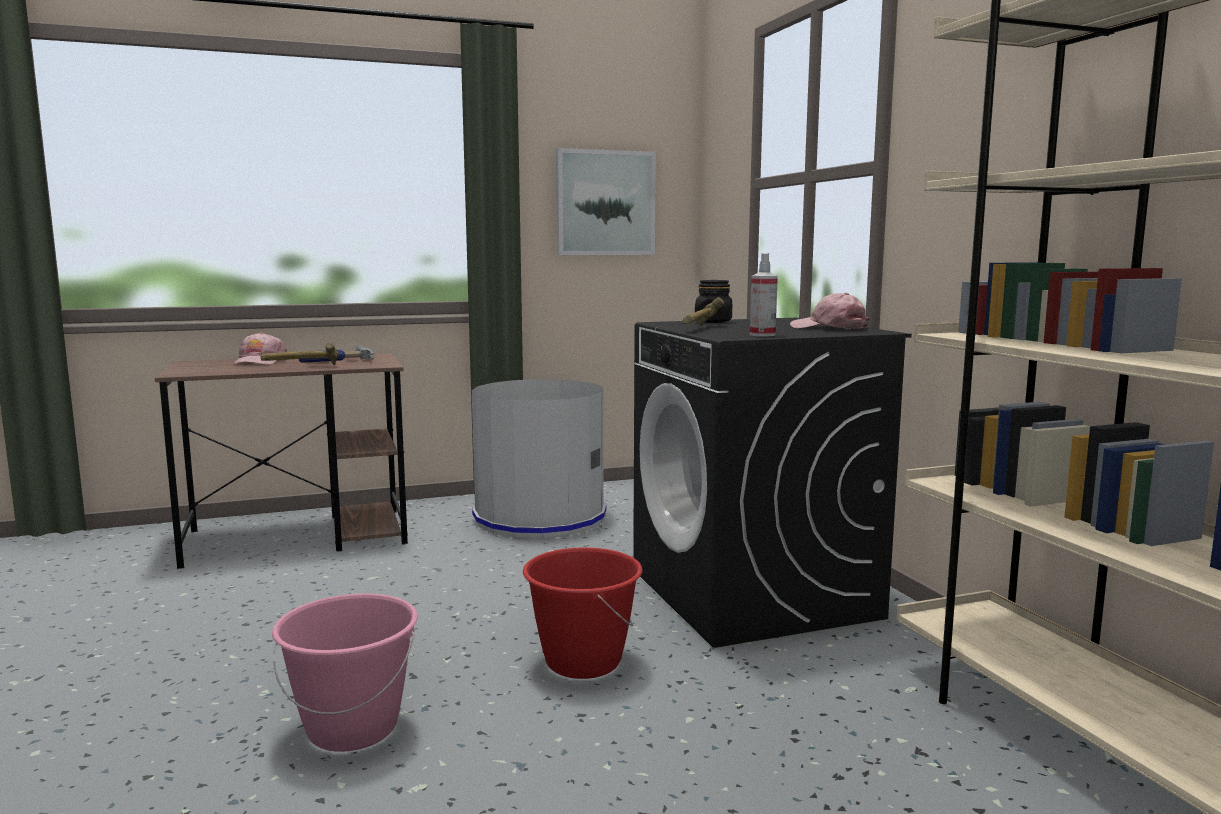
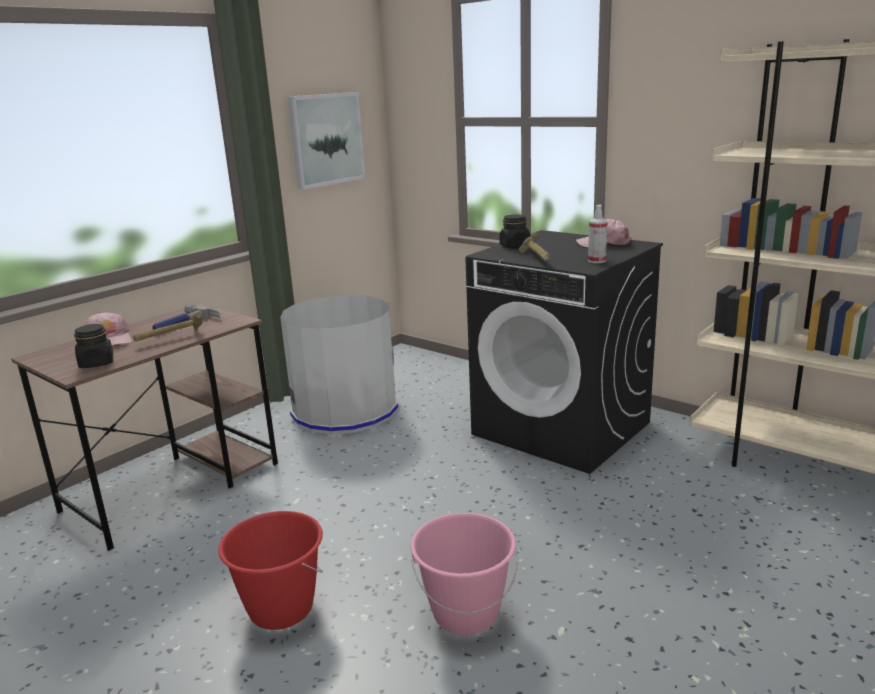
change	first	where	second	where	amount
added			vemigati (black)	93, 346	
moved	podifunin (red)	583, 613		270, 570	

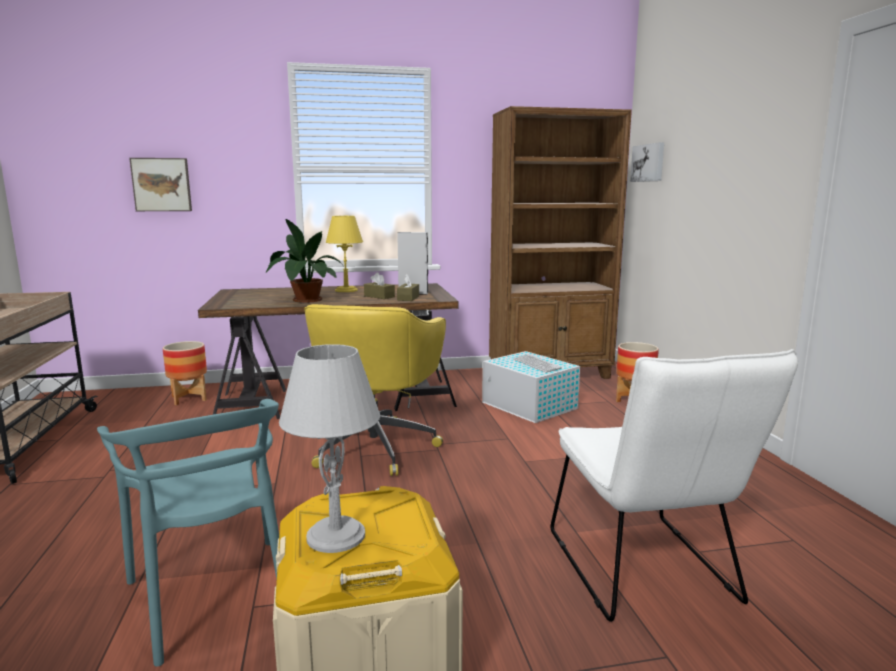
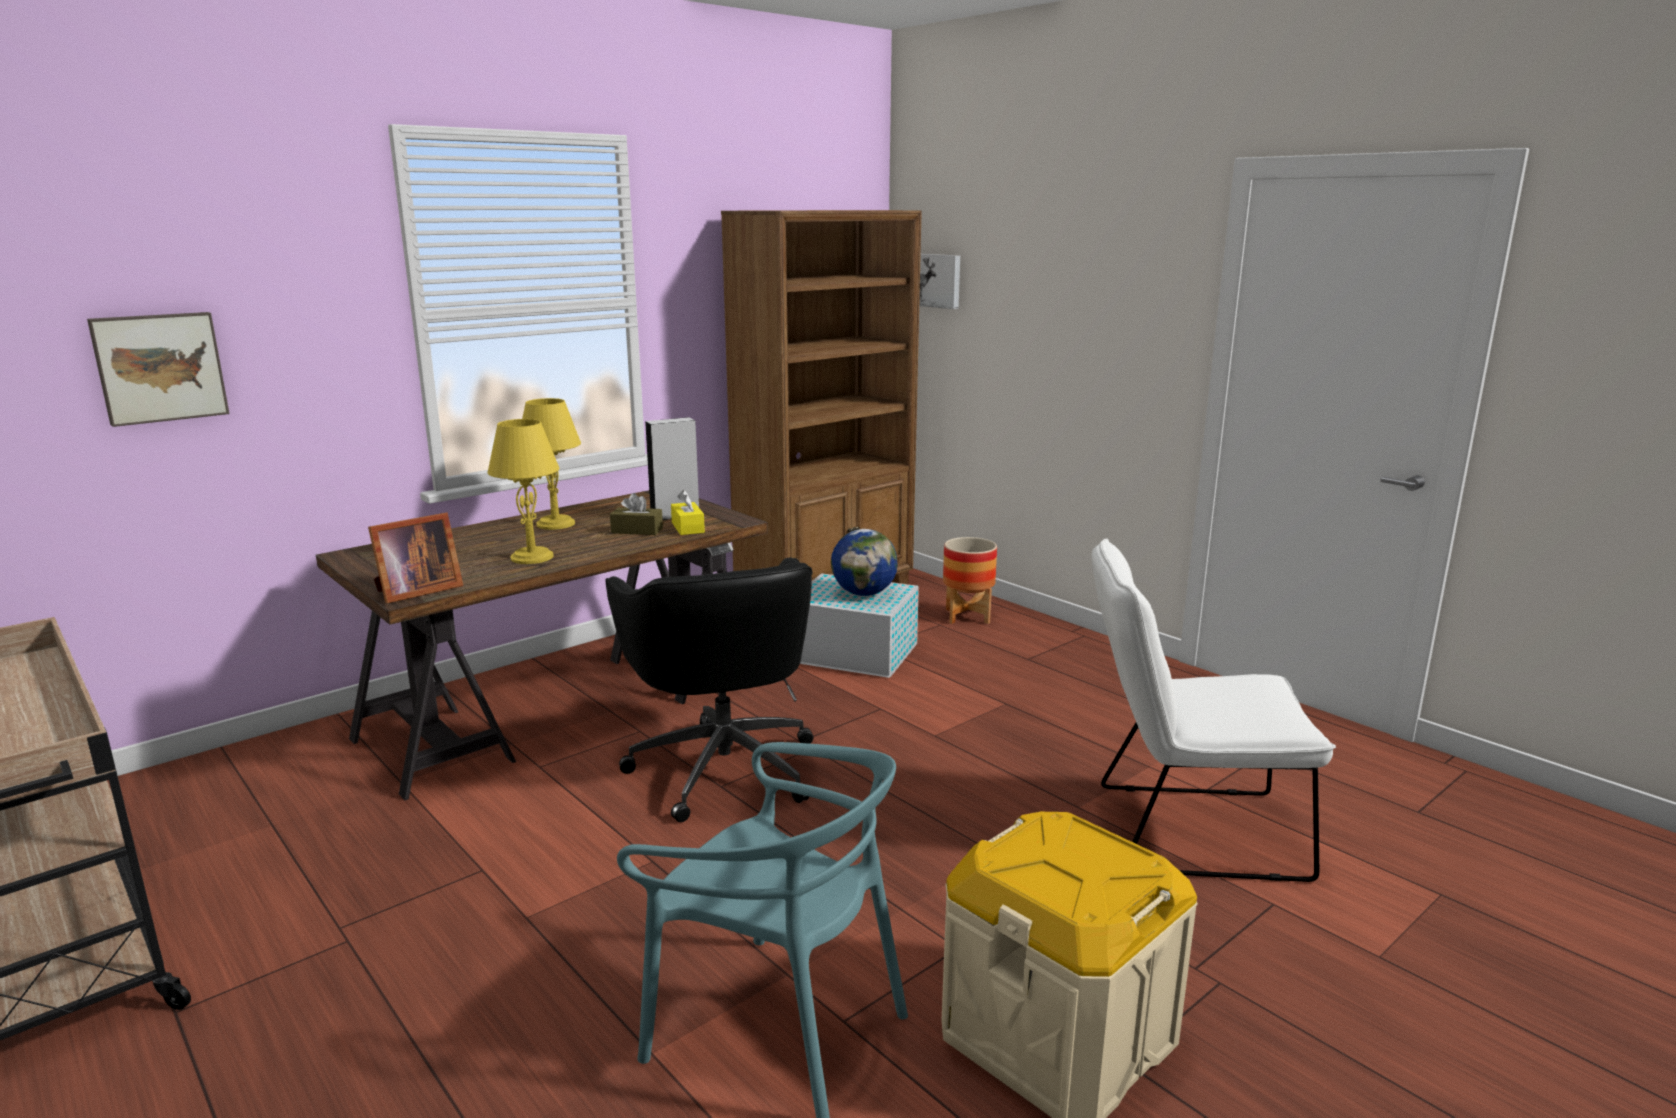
change	first	where	second	where	amount
added			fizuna	415, 558	
replaced	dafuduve	305, 261	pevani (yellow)	523, 491	
recoloured	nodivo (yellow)	375, 390	nodivo (black)	710, 690	
recoloured	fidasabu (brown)	408, 287	fidasabu (yellow)	688, 512	
replaced	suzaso	538, 363	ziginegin	864, 562	
turned	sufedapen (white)	674, 485		1213, 710	135 degrees clockwise
removed	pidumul	185, 373			
removed	pevani (grey)	329, 448			

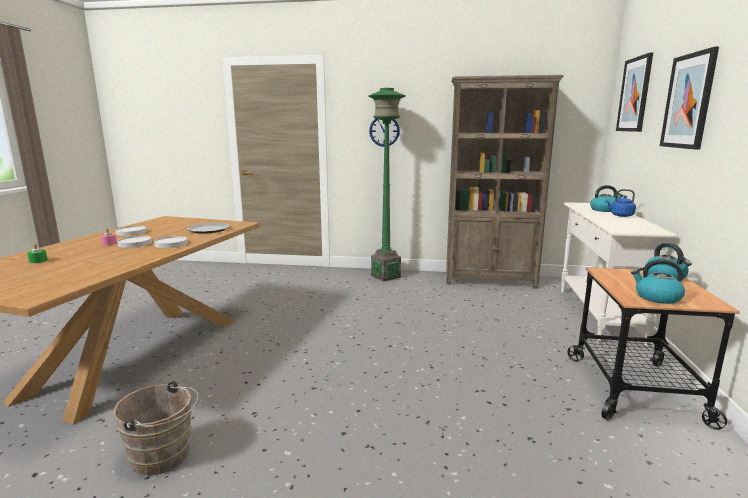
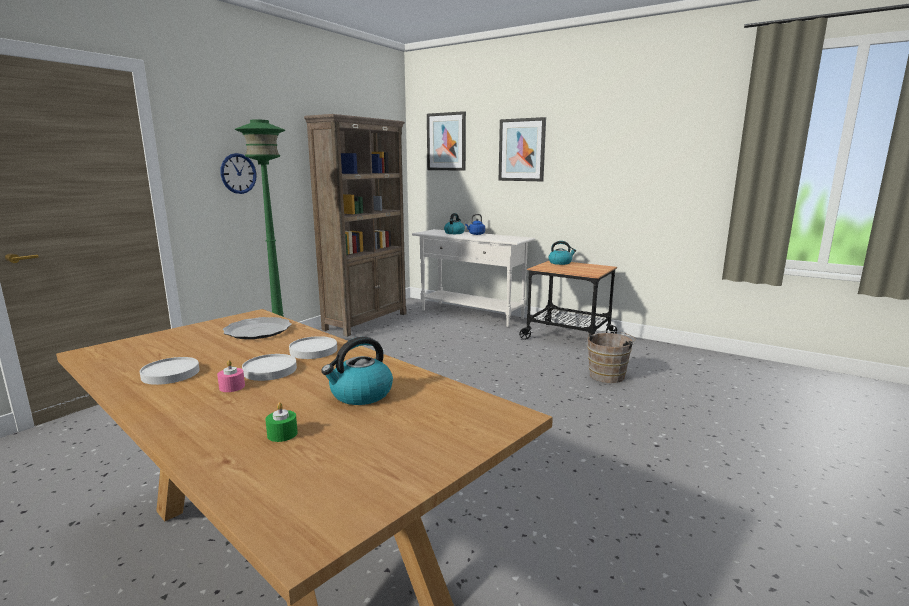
change	first	where	second	where	amount
moved	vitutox	658, 281		357, 371	
moved	podifunin (brown)	156, 428		611, 357	

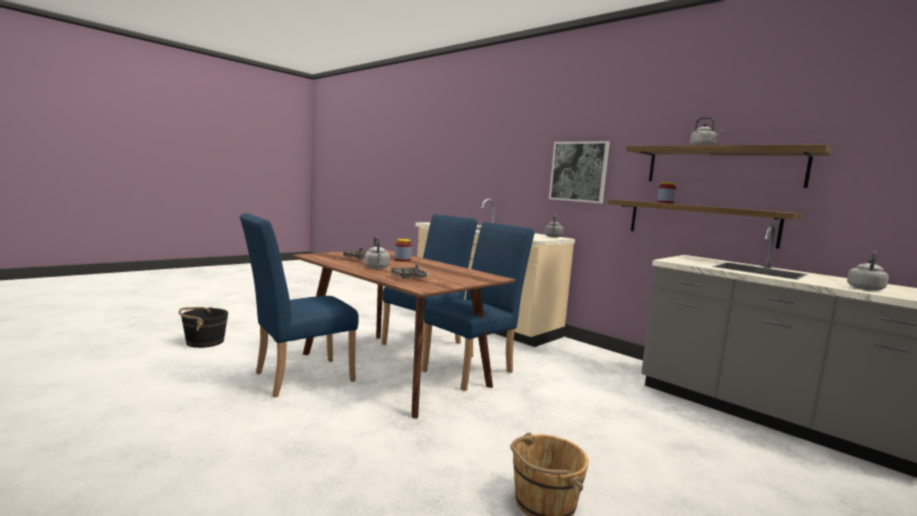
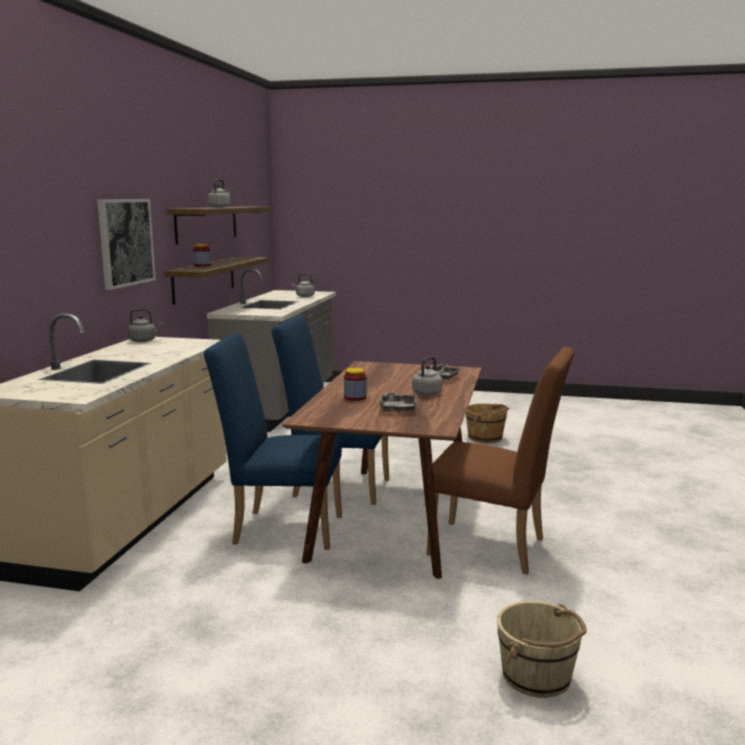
change	first	where	second	where	amount
recoloured	sufedapen (blue)	299, 305	sufedapen (brown)	500, 461	
recoloured	podifunin (black)	203, 327	podifunin (beige)	542, 649	

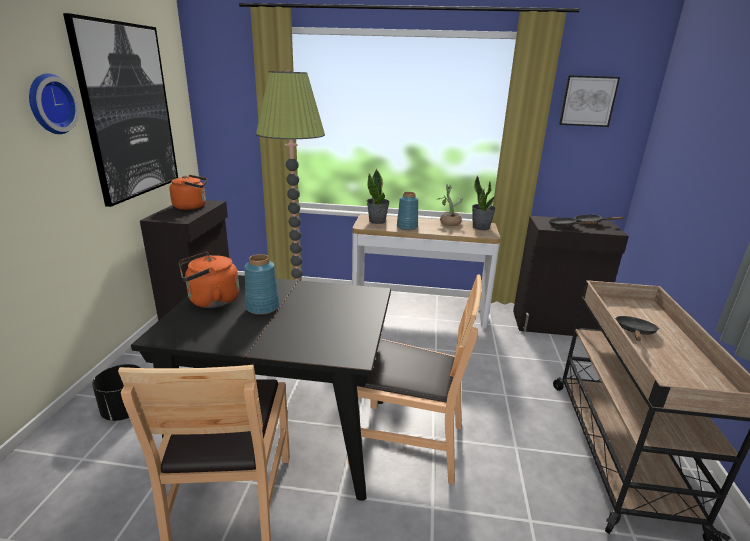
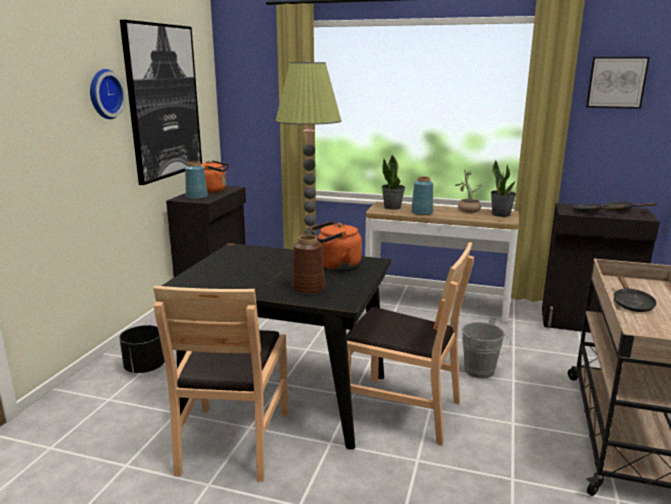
change	first	where	second	where	amount
moved	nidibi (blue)	262, 284		196, 180	
added			nidibi (brown)	308, 264	
moved	vitutox (orange)	209, 280		336, 245	
added			podifunin (grey)	486, 349	
turned	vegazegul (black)	637, 328		635, 293	150 degrees clockwise

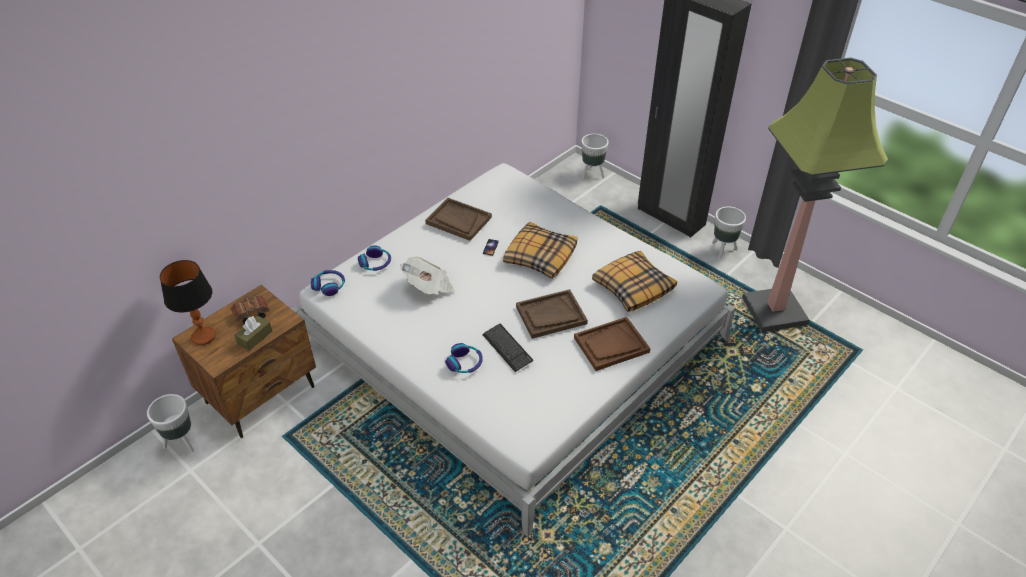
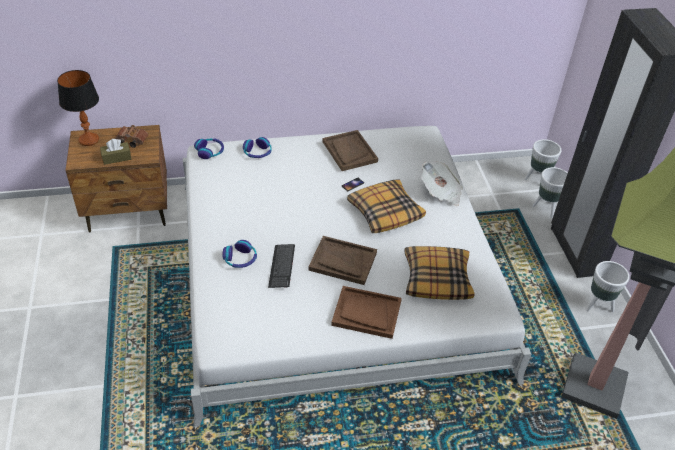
change	first	where	second	where	amount
moved	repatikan	427, 276		442, 183	
moved	pidumul (white)	170, 423		550, 192	

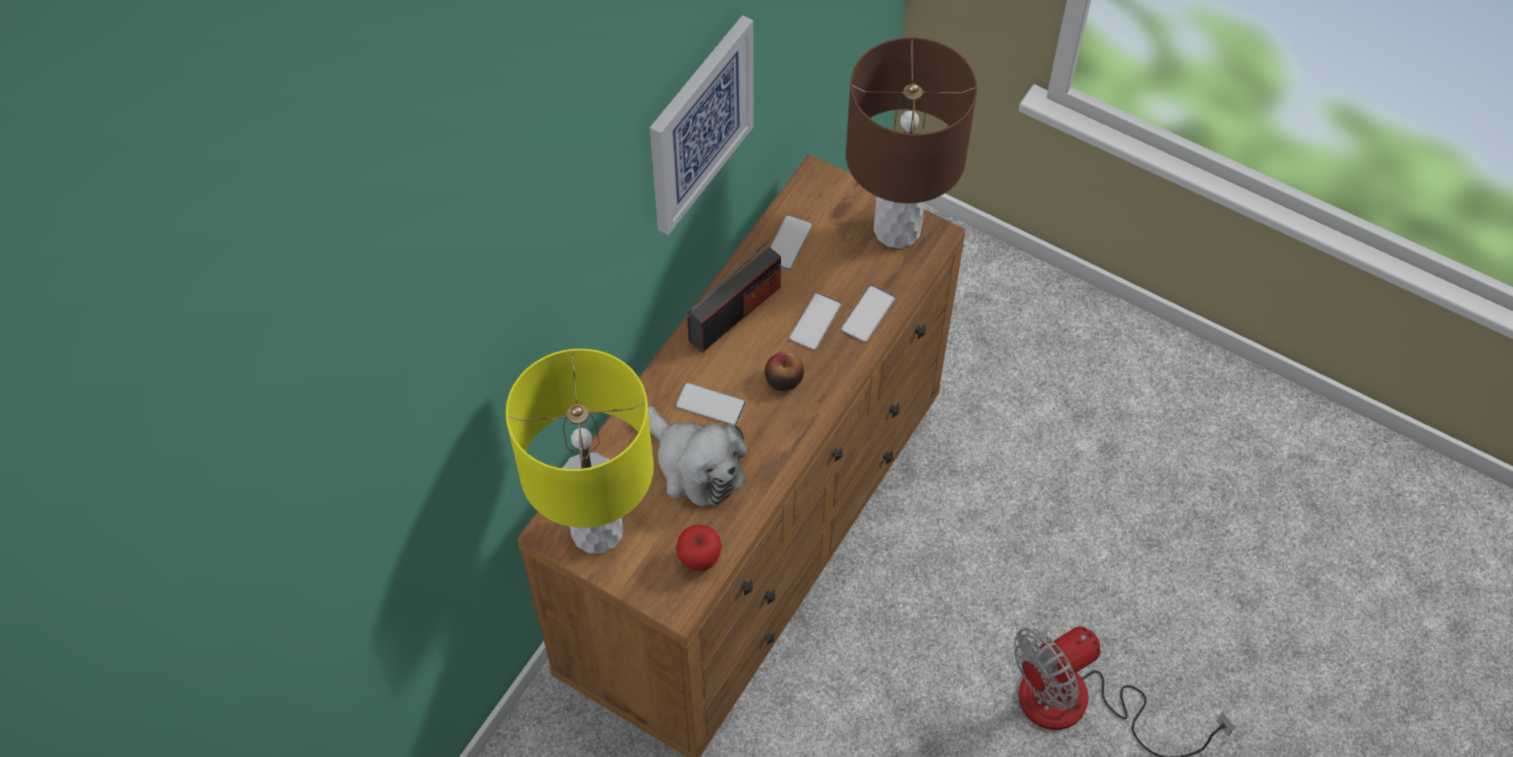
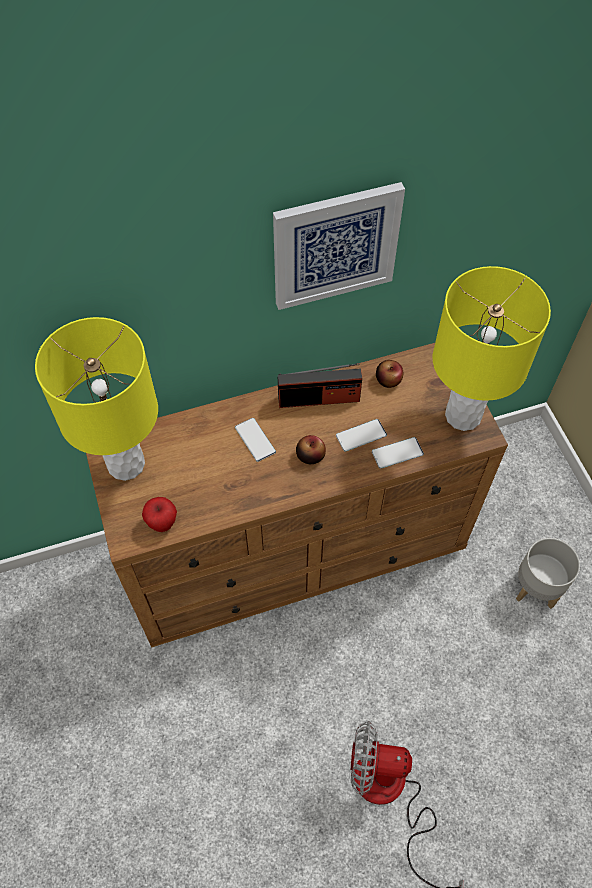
change	first	where	second	where	amount
replaced	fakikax	791, 242	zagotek	389, 374	
recoloured	pevani (brown)	911, 143	pevani (yellow)	492, 348	
added			pidumul (grey)	548, 573	
removed	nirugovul	698, 456			

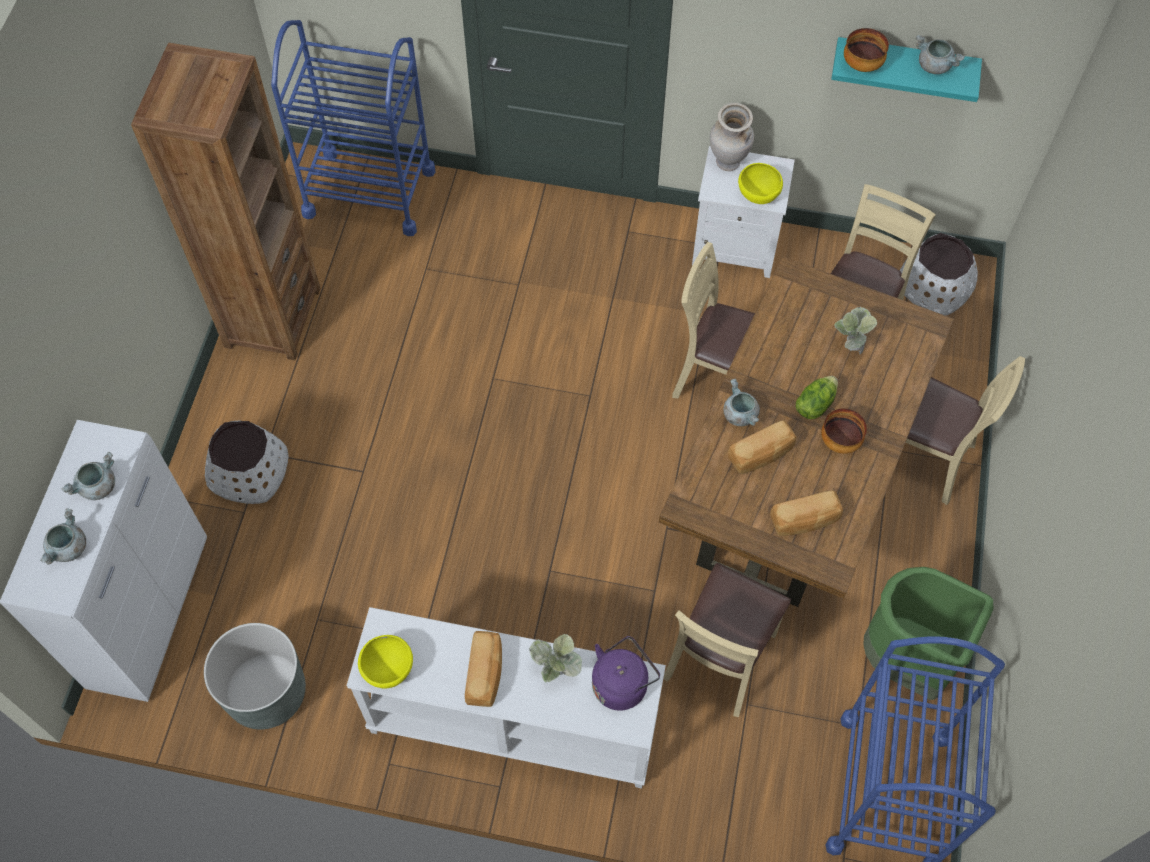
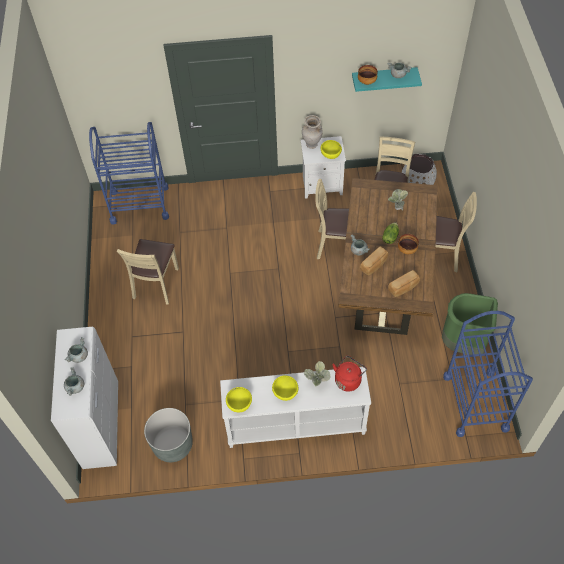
change	first	where	second	where	amount
moved	sufedapen (beige)	727, 640		148, 272	
replaced	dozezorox	483, 669	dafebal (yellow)	285, 388	
recoloured	vitutox (purple)	626, 673	vitutox (red)	349, 374	
removed	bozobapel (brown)	226, 201			
removed	pidumul (white)	247, 462			

